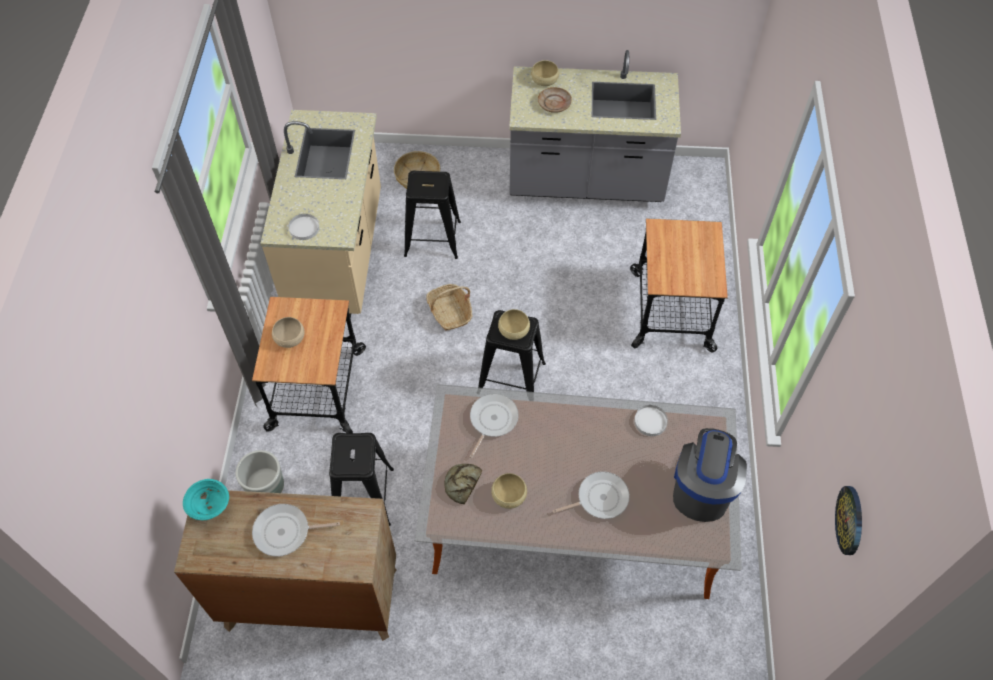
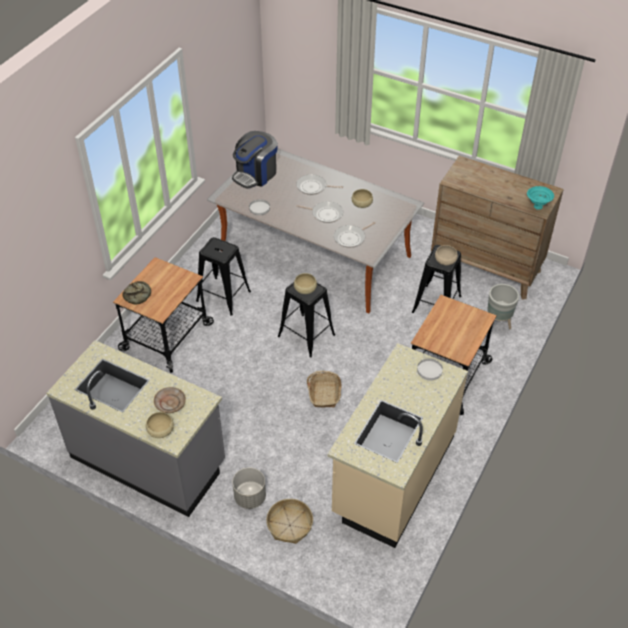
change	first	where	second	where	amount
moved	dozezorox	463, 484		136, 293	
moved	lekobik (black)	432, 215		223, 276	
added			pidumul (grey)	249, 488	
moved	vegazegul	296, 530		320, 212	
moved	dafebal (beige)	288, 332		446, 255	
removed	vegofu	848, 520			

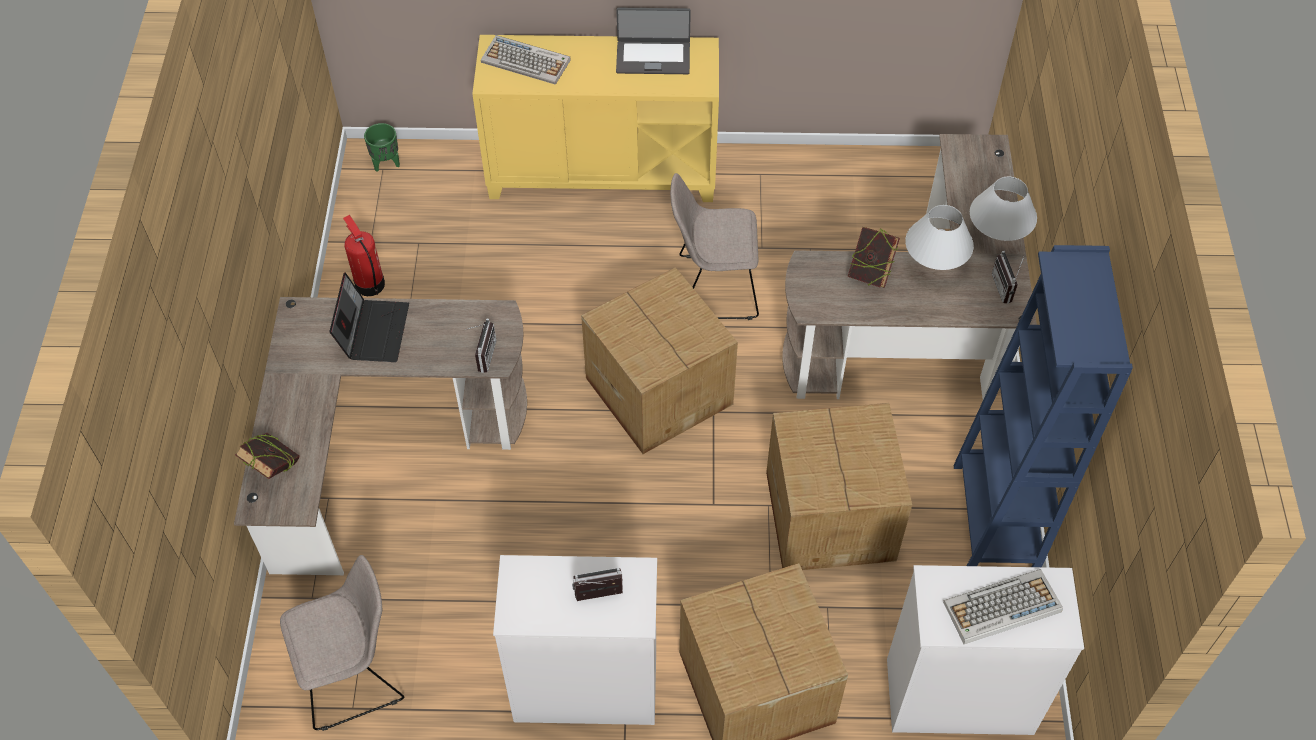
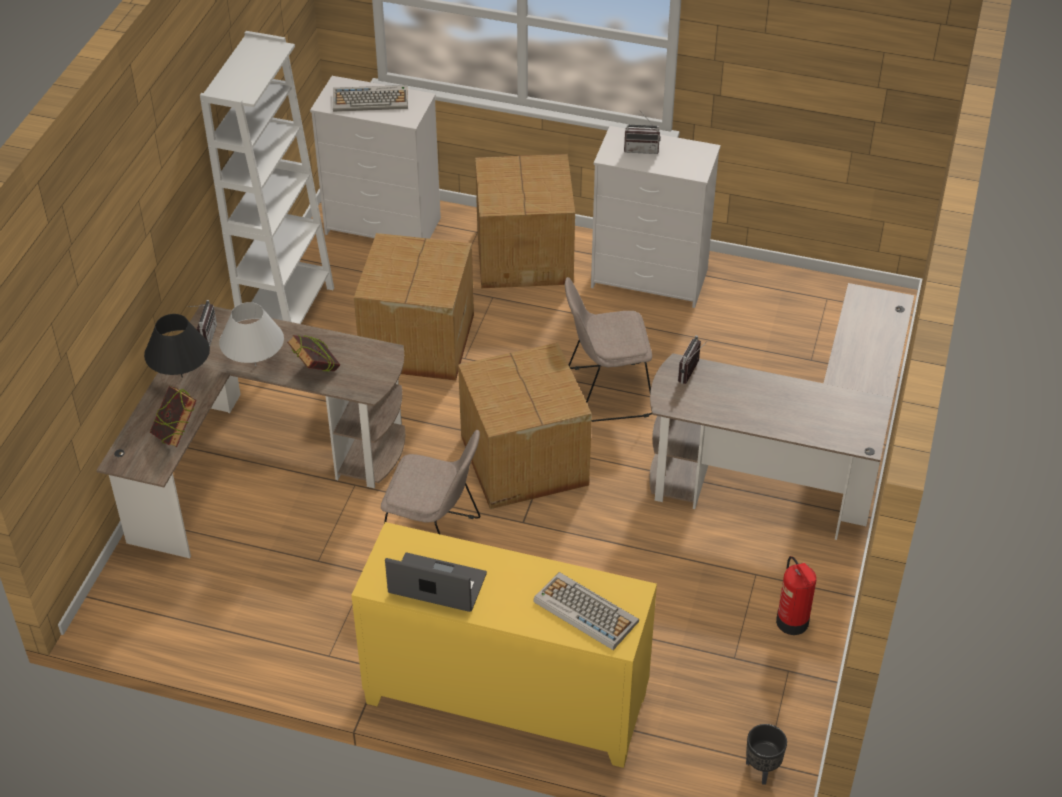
change	first	where	second	where	amount
recoloured	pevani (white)	1003, 208	pevani (black)	177, 346	
moved	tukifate	267, 456		173, 416	
recoloured	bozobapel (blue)	1043, 406	bozobapel (white)	267, 177	
moved	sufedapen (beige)	342, 643		608, 349	
recoloured	pidumul (green)	382, 147	pidumul (black)	766, 754	
removed	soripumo	369, 317			

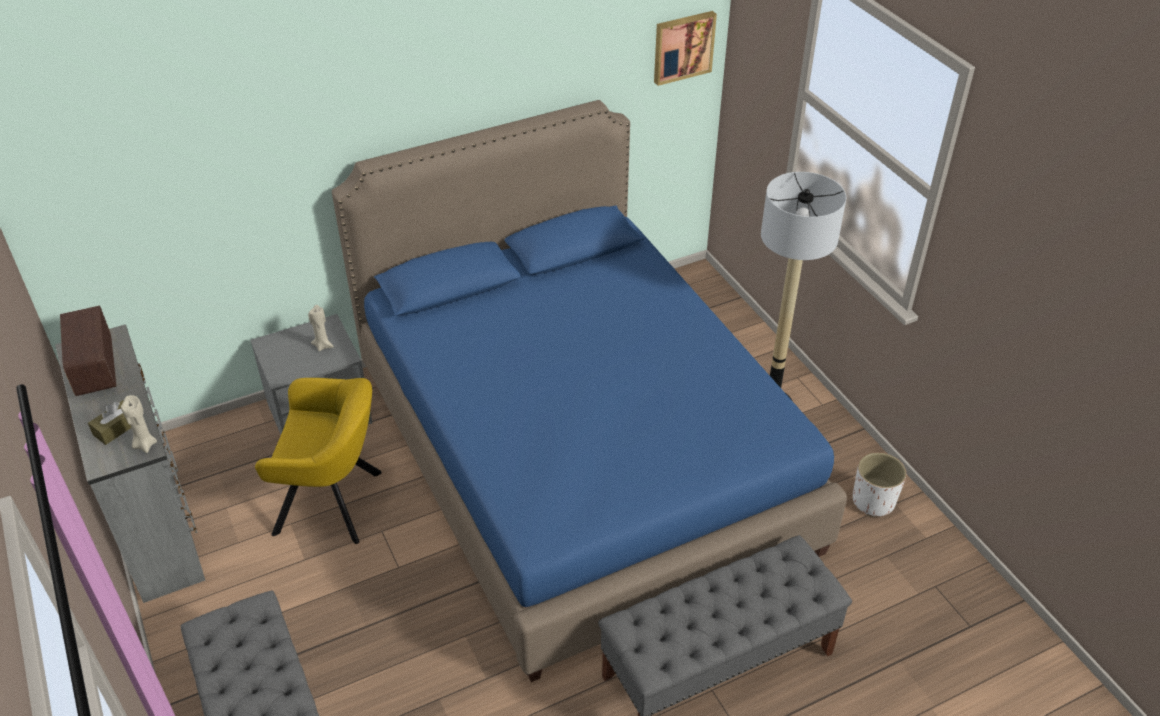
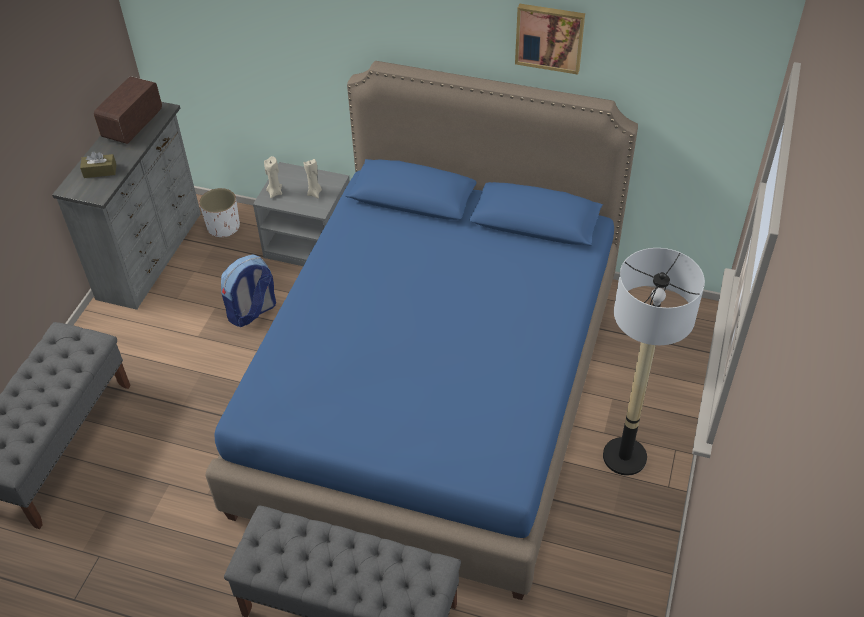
change	first	where	second	where	amount
moved	pidumul (white)	879, 484		219, 213	
replaced	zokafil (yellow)	318, 461	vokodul	248, 290	
moved	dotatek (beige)	139, 424		273, 177	
moved	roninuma	685, 48		550, 39	

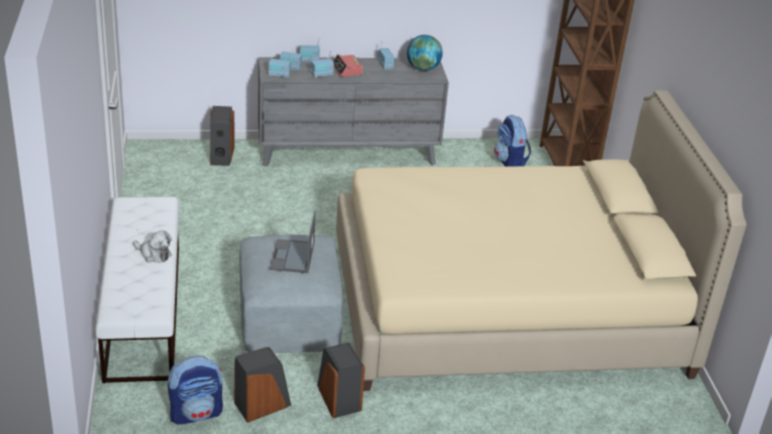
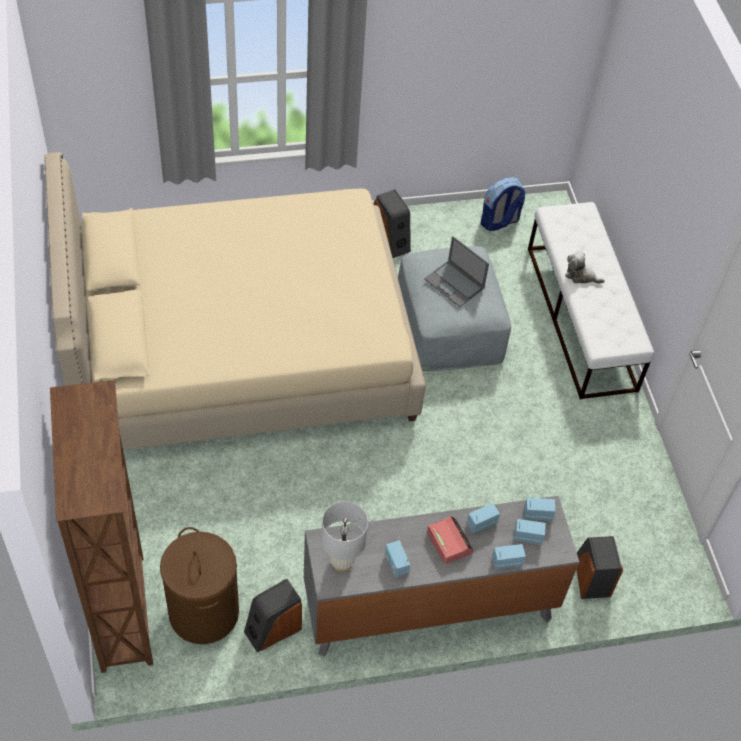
change	first	where	second	where	amount
replaced	vokodul	512, 141	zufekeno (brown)	199, 585	
moved	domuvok	262, 385		273, 615	
replaced	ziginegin	425, 53	pevani (white)	344, 536	
turned	soripumo	293, 242		456, 271	135 degrees clockwise

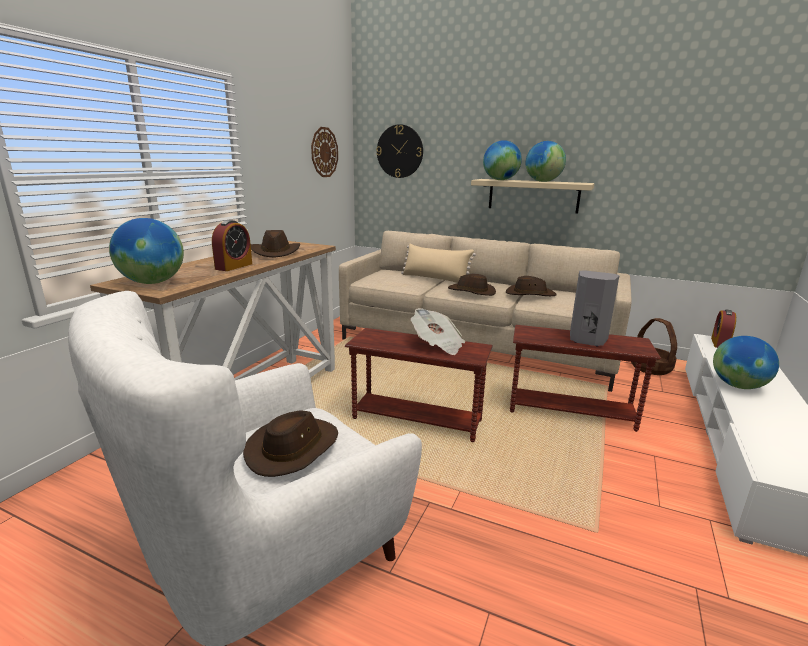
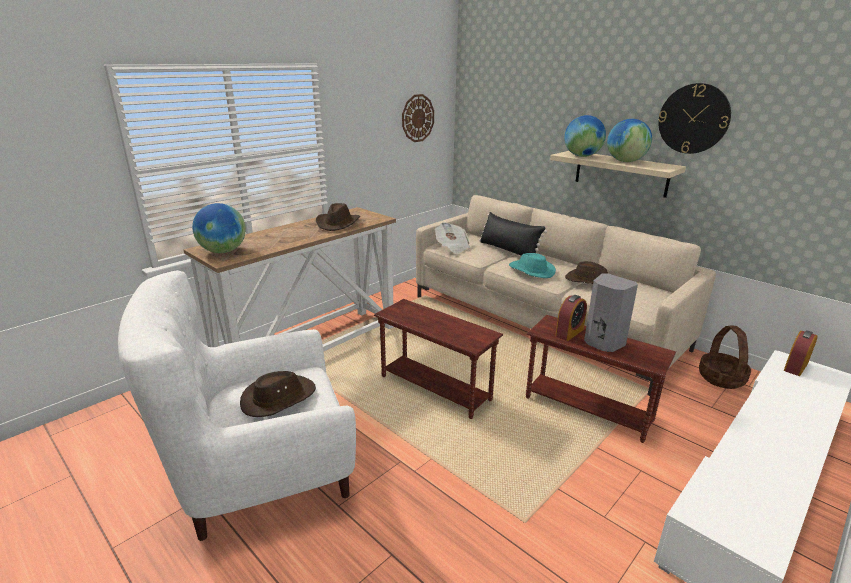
change	first	where	second	where	amount
moved	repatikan	438, 331		453, 238	
recoloured	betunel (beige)	438, 263	betunel (black)	513, 234	
recoloured	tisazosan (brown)	472, 285	tisazosan (turquoise)	532, 265	
moved	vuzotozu	232, 245		571, 318	
moved	vegofu	399, 151		694, 118	
removed	ziginegin	746, 362			

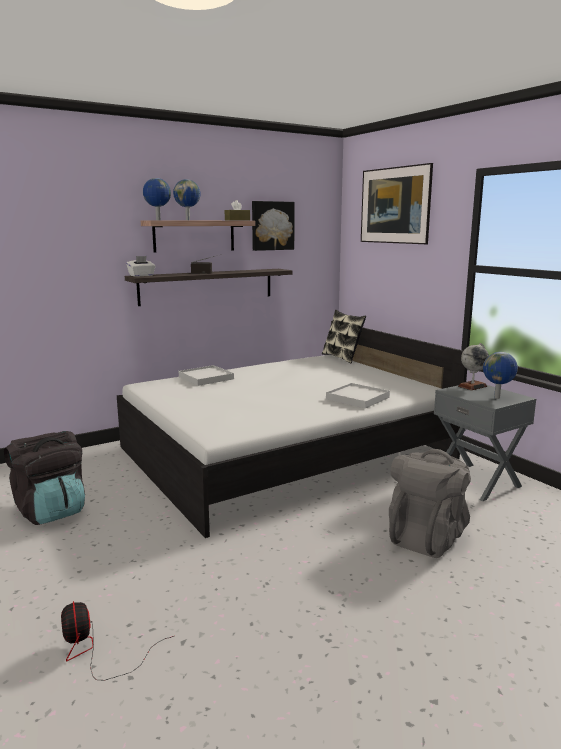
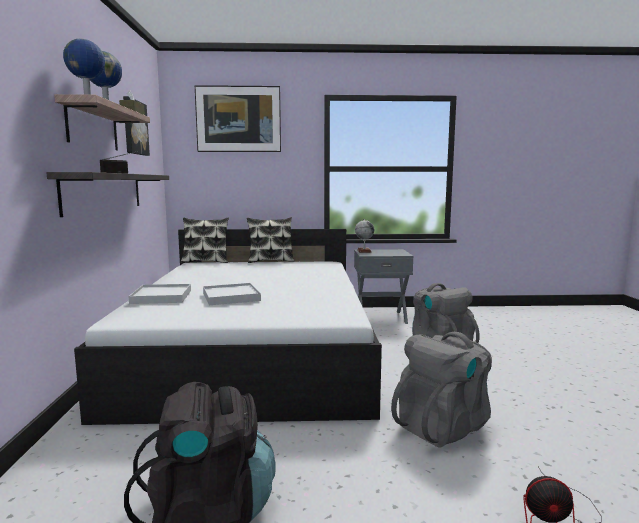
change	first	where	second	where	amount
moved	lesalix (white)	358, 395		232, 294	
added			betunel	271, 240	
added			vokodul (grey)	441, 389	
removed	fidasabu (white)	140, 266			
removed	ziginegin	500, 375			

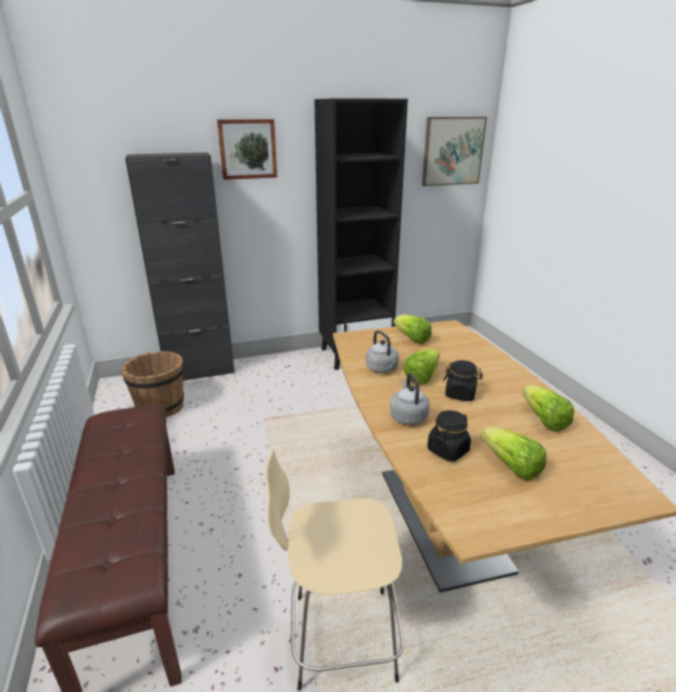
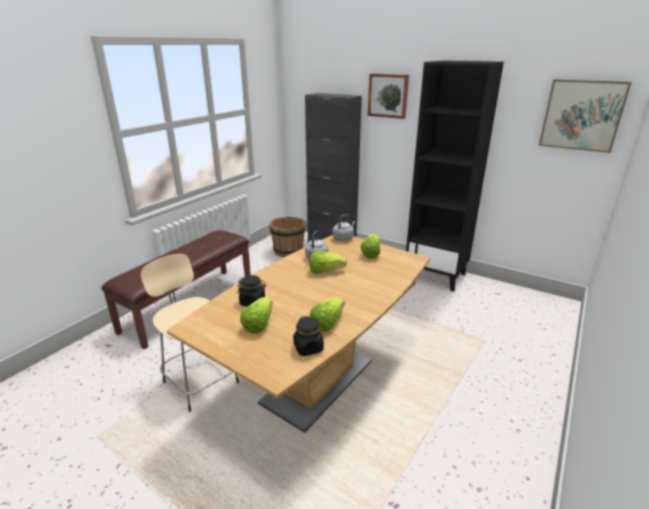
change	first	where	second	where	amount
moved	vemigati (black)	463, 380		308, 336	
moved	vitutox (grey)	410, 399		344, 227	

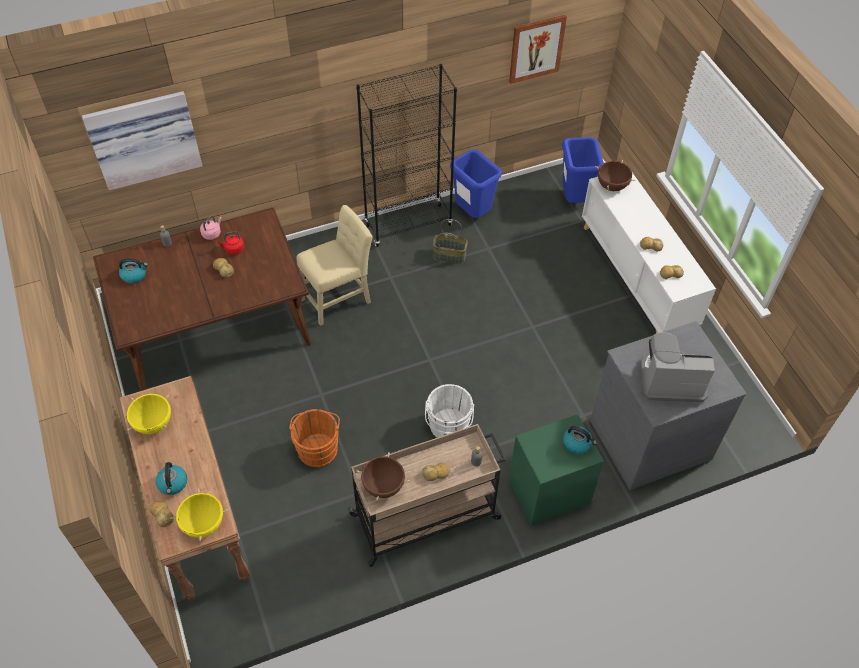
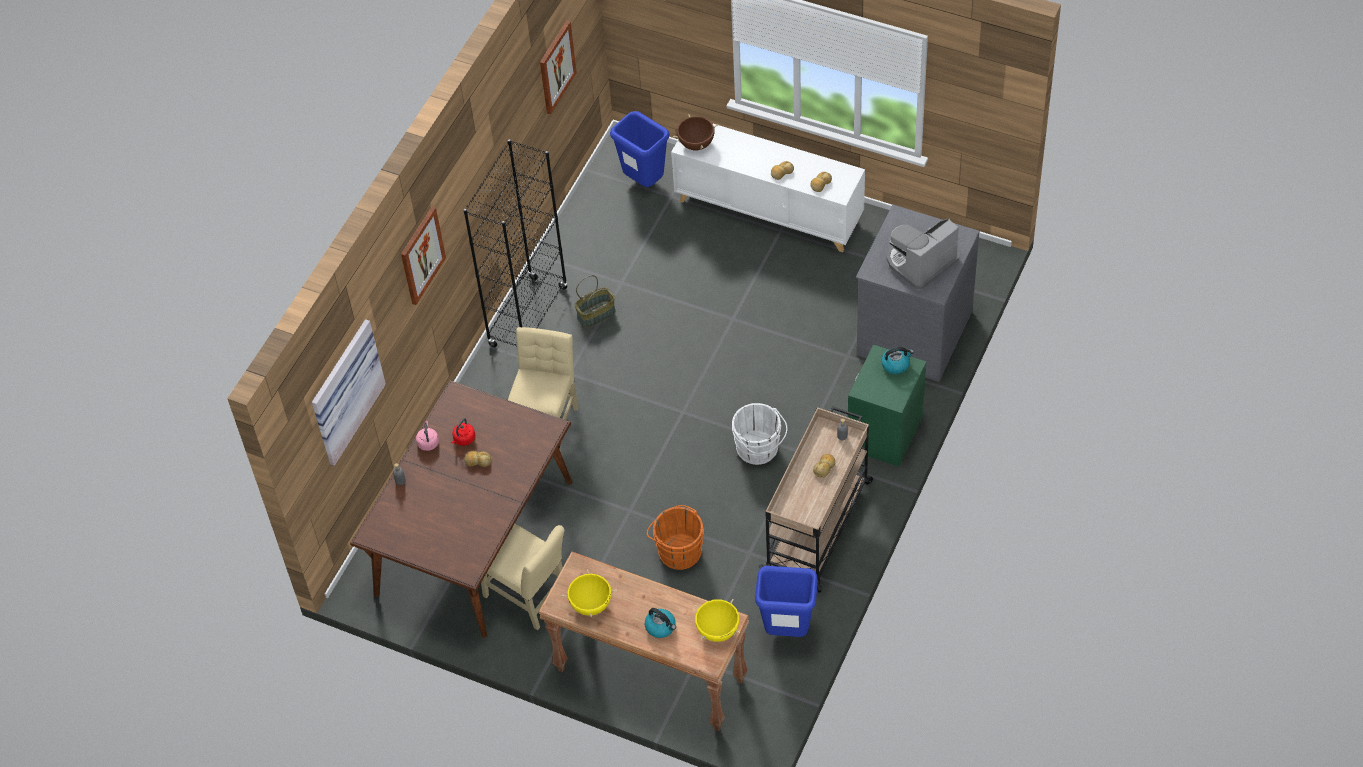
change	first	where	second	where	amount
added			roninuma	423, 256	
added			sufedapen (beige)	523, 577	
moved	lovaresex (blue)	476, 183		786, 601	
removed	vitutox	133, 270			
removed	dozezorox	162, 514			
removed	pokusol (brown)	383, 476			

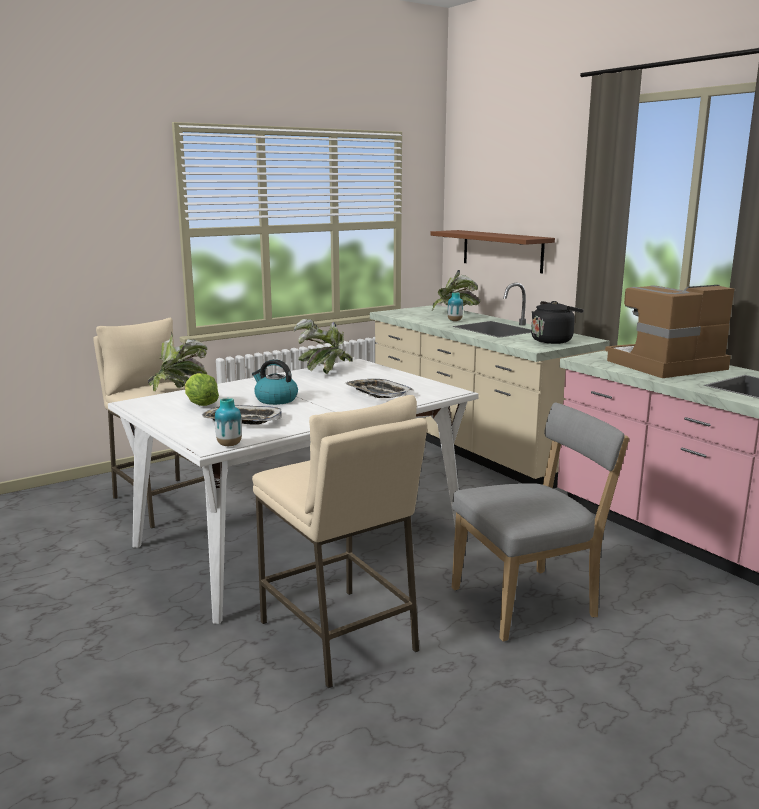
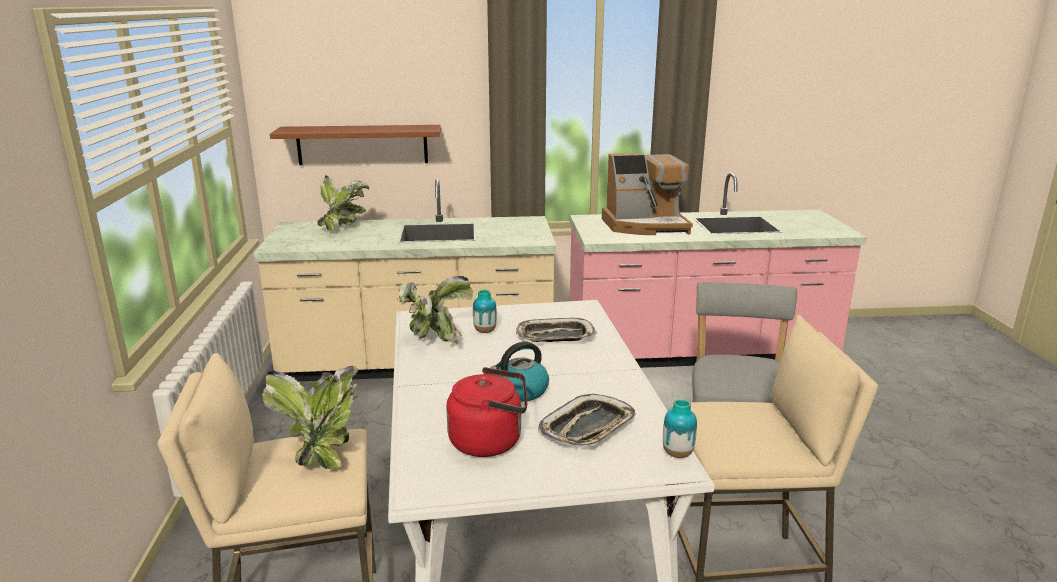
change	first	where	second	where	amount
replaced	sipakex	202, 389	vitutox (red)	486, 412	
moved	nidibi	455, 306		485, 311	
turned	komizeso	669, 331		647, 194	105 degrees counterclockwise
removed	vitutox (black)	557, 322			

